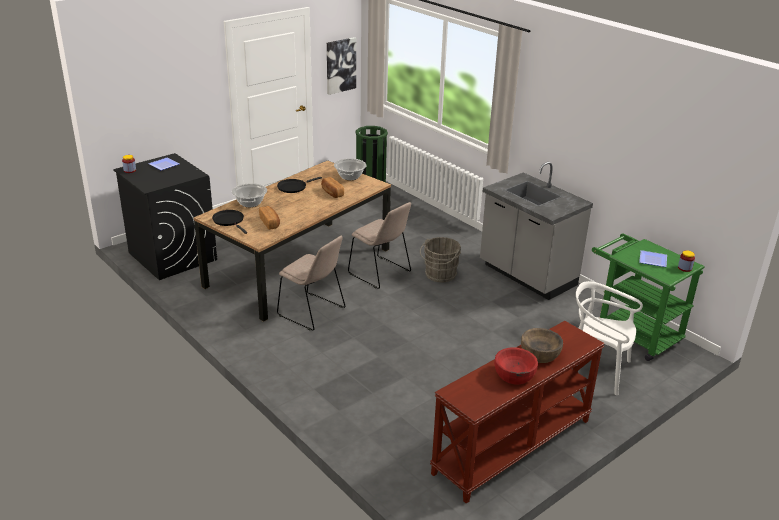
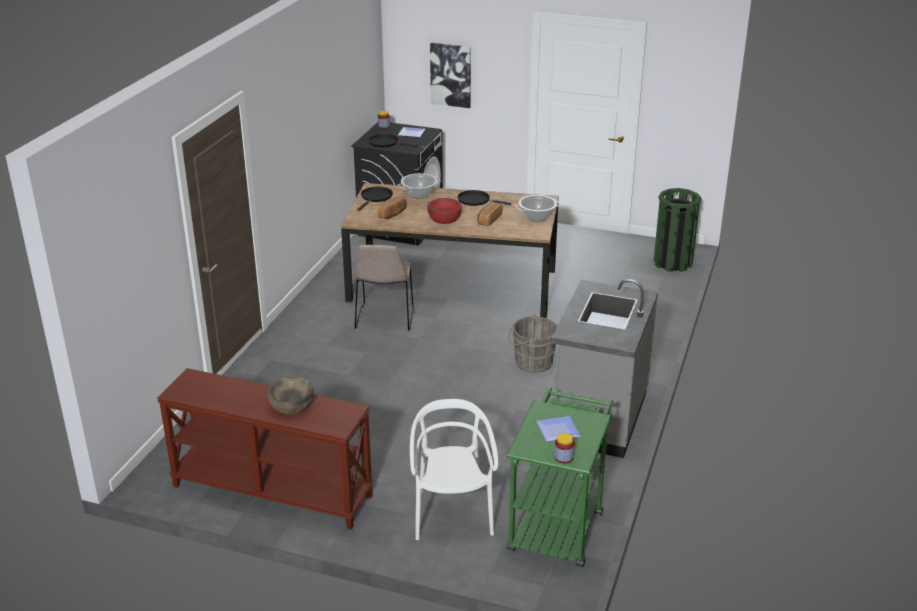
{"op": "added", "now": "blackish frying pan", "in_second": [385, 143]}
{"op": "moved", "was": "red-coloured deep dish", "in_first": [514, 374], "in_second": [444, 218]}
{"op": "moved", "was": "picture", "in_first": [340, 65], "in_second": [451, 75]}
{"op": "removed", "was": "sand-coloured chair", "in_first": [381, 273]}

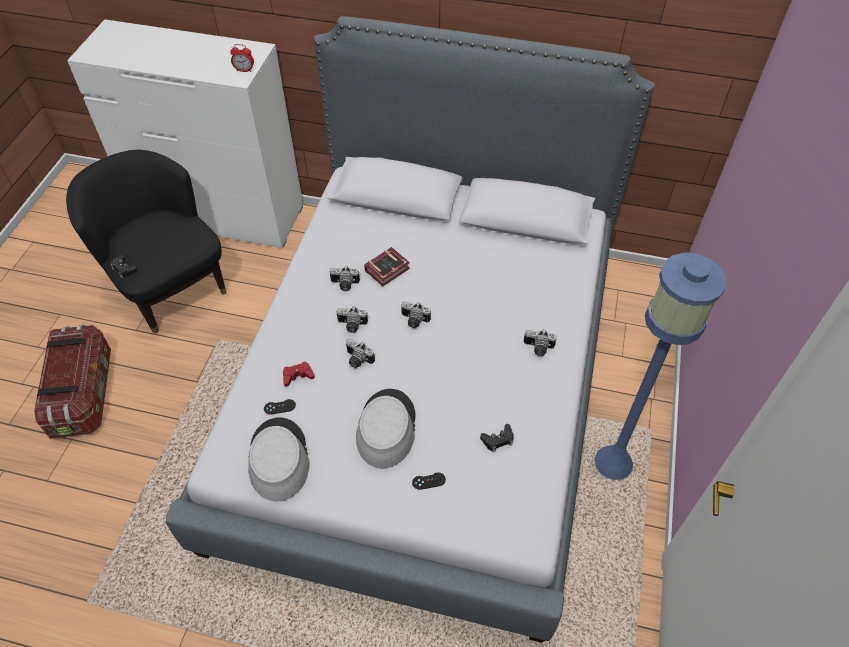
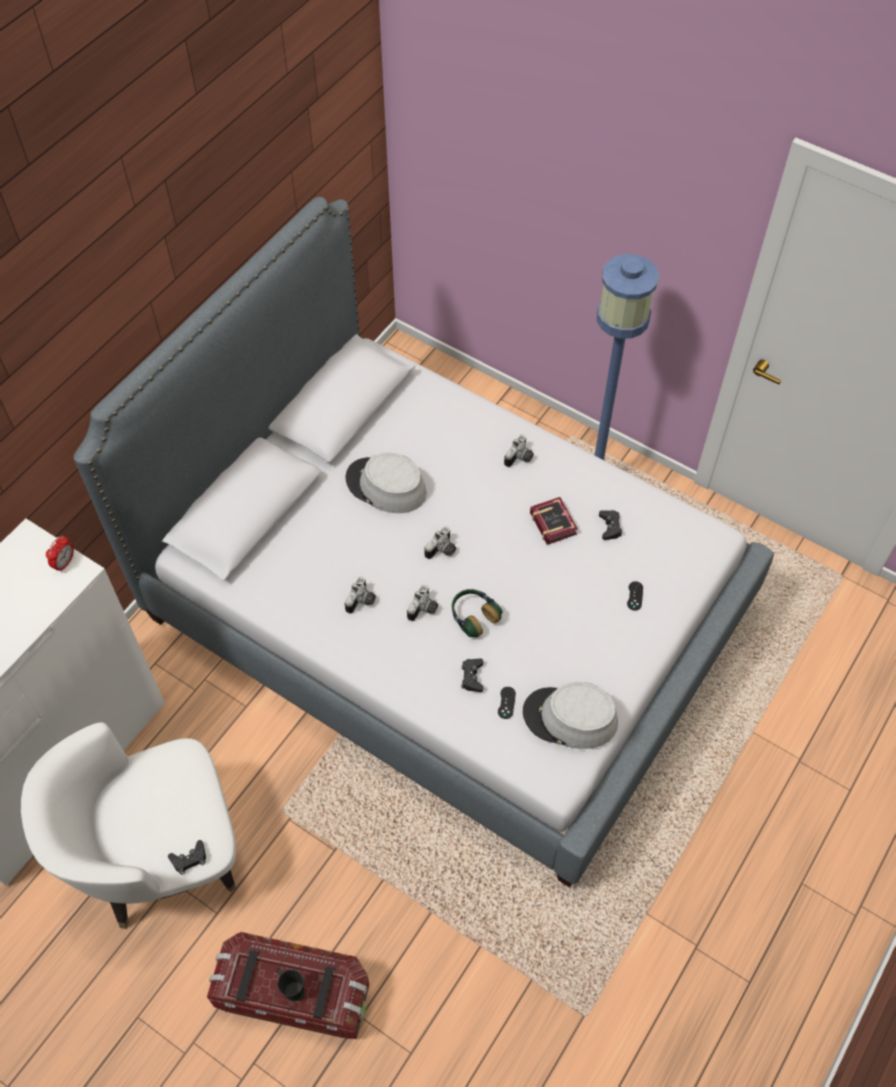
{"op": "recoloured", "was": "blackish armchair", "now": "white armchair", "in_first": [170, 287], "in_second": [160, 858]}
{"op": "added", "now": "blackish mug", "in_second": [291, 987]}
{"op": "moved", "was": "grey clothing hat", "in_first": [386, 428], "in_second": [386, 486]}
{"op": "replaced", "was": "photo camera", "now": "pair of headphones", "in_first": [357, 360], "in_second": [473, 616]}
{"op": "recoloured", "was": "red-coloured game controller", "now": "blackish game controller", "in_first": [298, 376], "in_second": [472, 677]}
{"op": "moved", "was": "volume", "in_first": [389, 269], "in_second": [553, 521]}

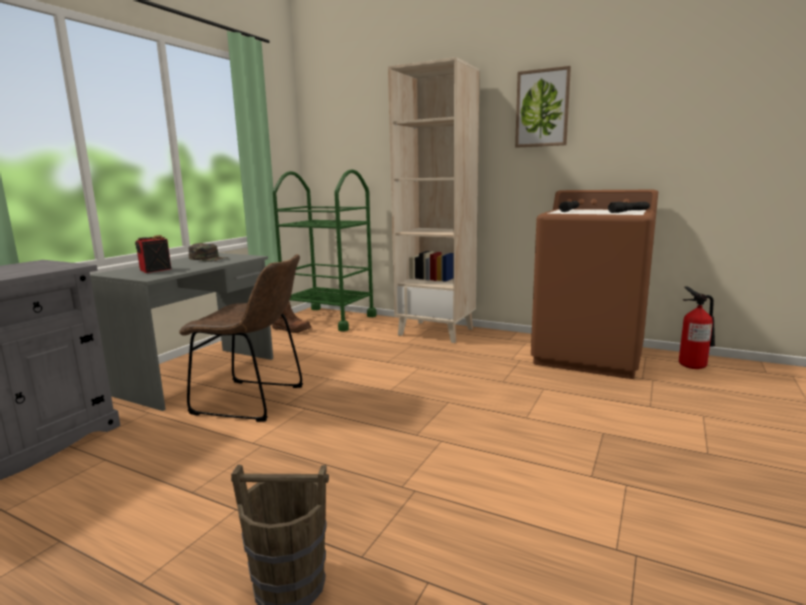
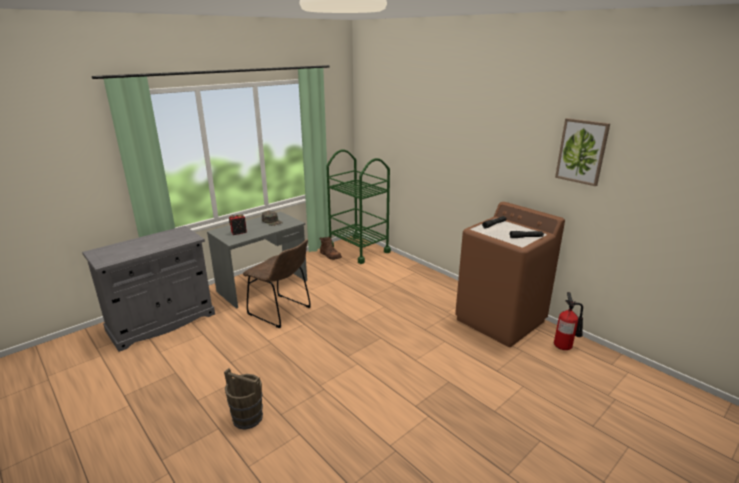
{"op": "moved", "was": "picture", "in_first": [542, 108], "in_second": [582, 151]}
{"op": "removed", "was": "sand-coloured shelving unit", "in_first": [436, 332]}

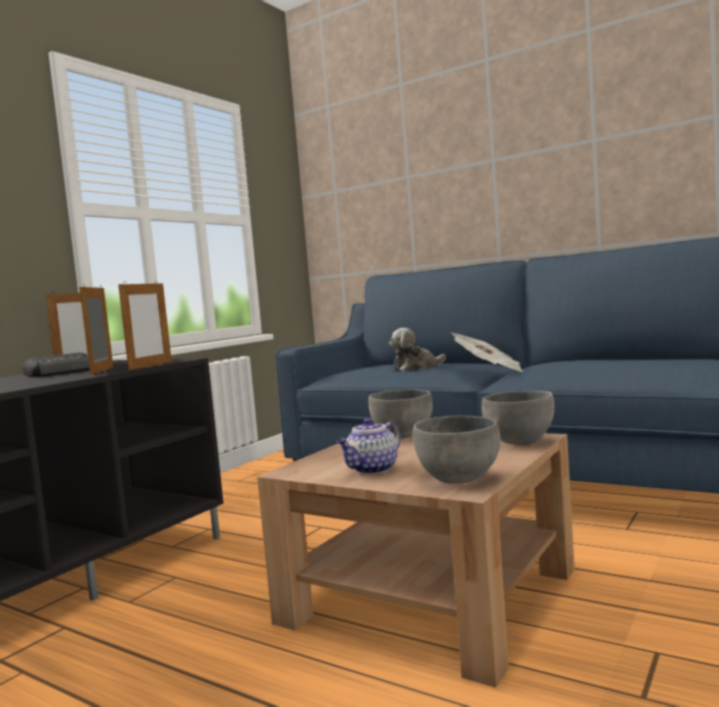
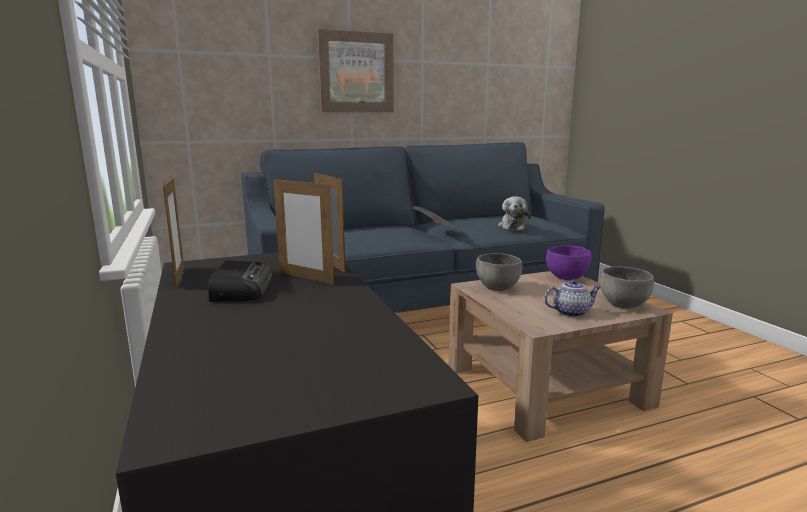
{"op": "added", "now": "picture", "in_second": [356, 73]}
{"op": "moved", "was": "soft toy", "in_first": [416, 367], "in_second": [513, 226]}
{"op": "turned", "was": "pot for tea", "in_first": [372, 469], "in_second": [571, 312], "clockwise": -90}
{"op": "recoloured", "was": "grey deep dish", "now": "purplish deep dish", "in_first": [520, 442], "in_second": [566, 278]}

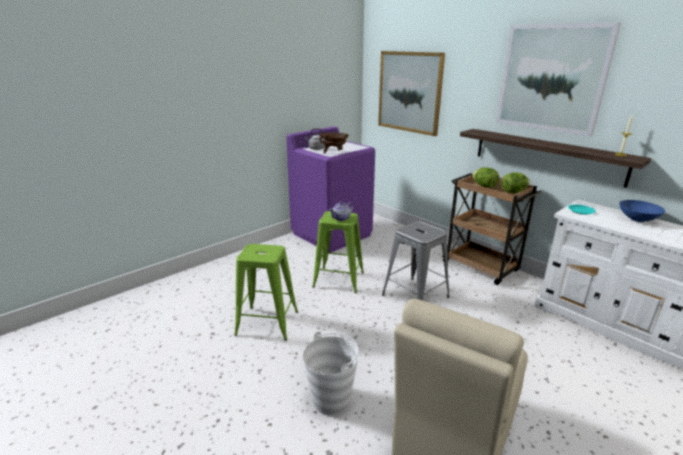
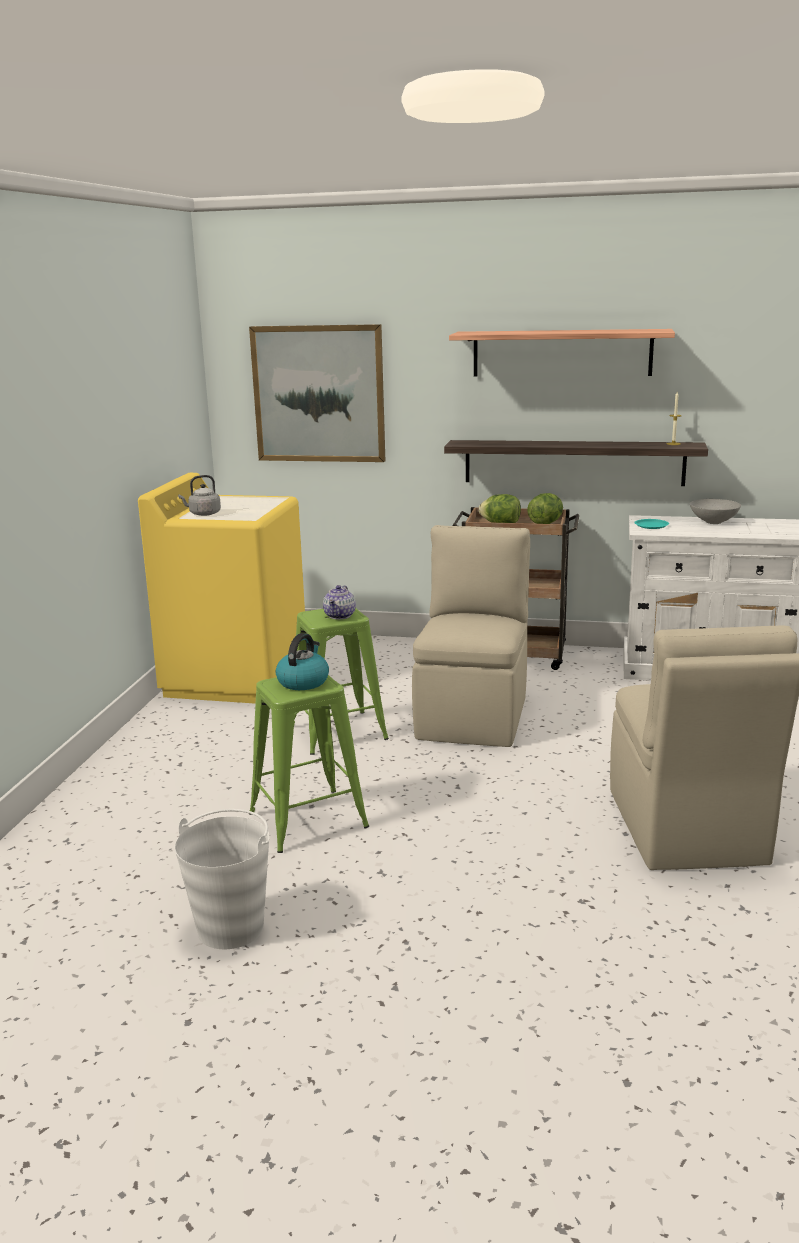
{"op": "recoloured", "was": "purplish laundry appliance", "now": "yellow laundry appliance", "in_first": [332, 234], "in_second": [236, 678]}
{"op": "moved", "was": "white water bucket", "in_first": [331, 399], "in_second": [231, 927]}
{"op": "added", "now": "tea kettle", "in_second": [303, 681]}
{"op": "replaced", "was": "grey stool", "now": "sand-coloured chair", "in_first": [415, 296], "in_second": [473, 715]}
{"op": "replaced", "was": "picture", "now": "bracket shelf", "in_first": [551, 78], "in_second": [561, 353]}
{"op": "recoloured", "was": "blue-coloured deep dish", "now": "grey deep dish", "in_first": [637, 220], "in_second": [714, 522]}
{"op": "removed", "was": "brown-coloured stockpot", "in_first": [335, 152]}

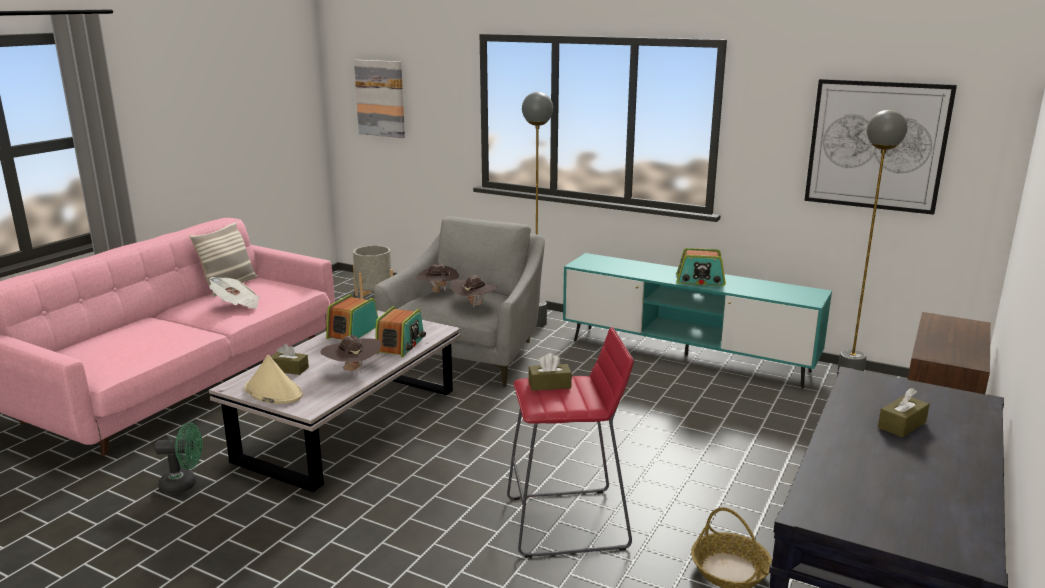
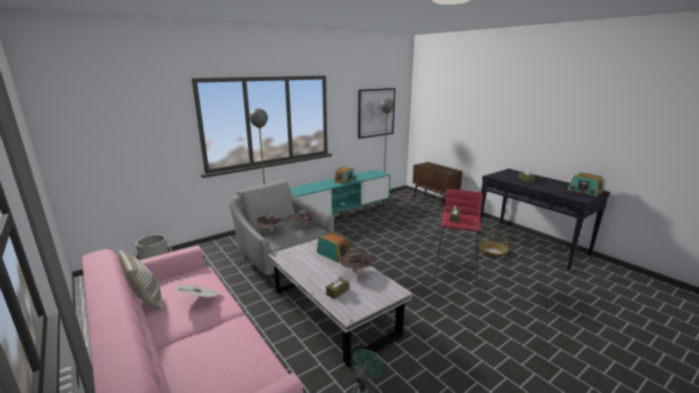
{"op": "moved", "was": "radio set", "in_first": [352, 332], "in_second": [584, 191]}
{"op": "removed", "was": "sand-coloured clothing hat", "in_first": [273, 392]}
{"op": "removed", "was": "picture", "in_first": [380, 98]}

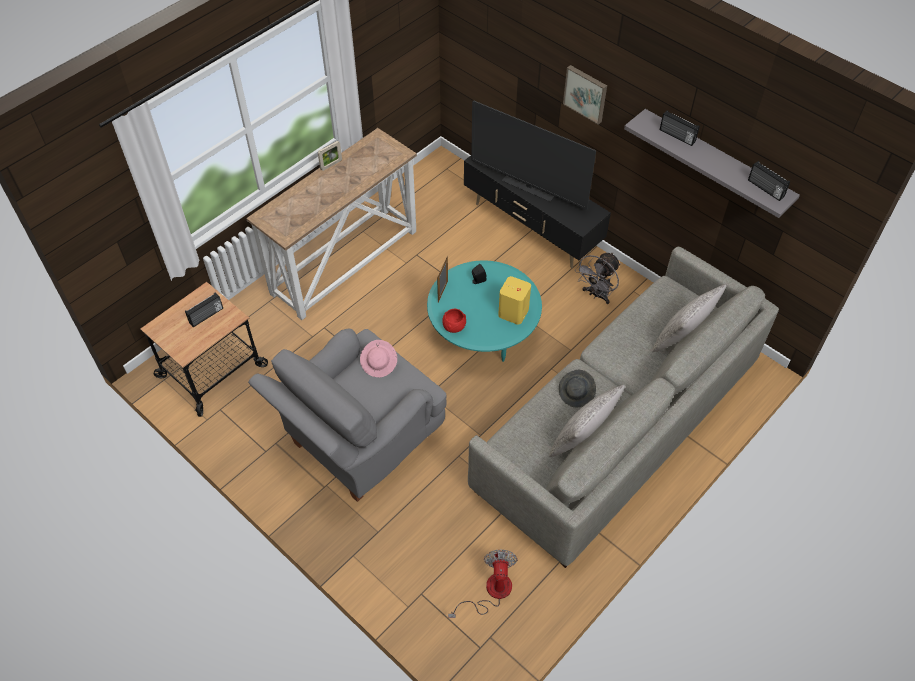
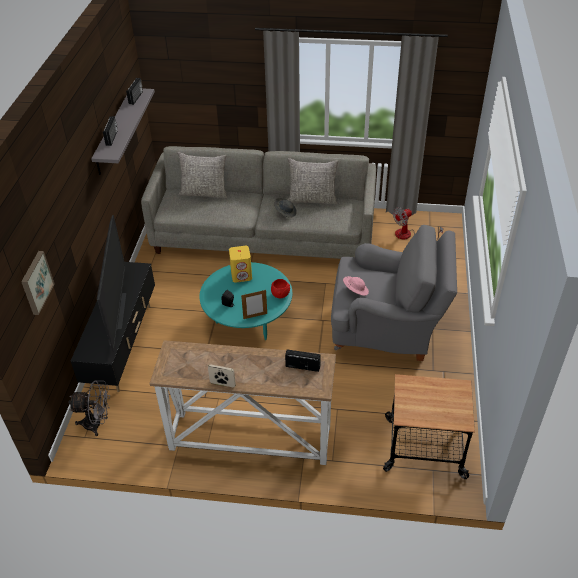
{"op": "moved", "was": "picture", "in_first": [586, 93], "in_second": [35, 282]}
{"op": "moved", "was": "grey cooling fan", "in_first": [596, 295], "in_second": [97, 424]}
{"op": "moved", "was": "radio set", "in_first": [206, 316], "in_second": [303, 366]}

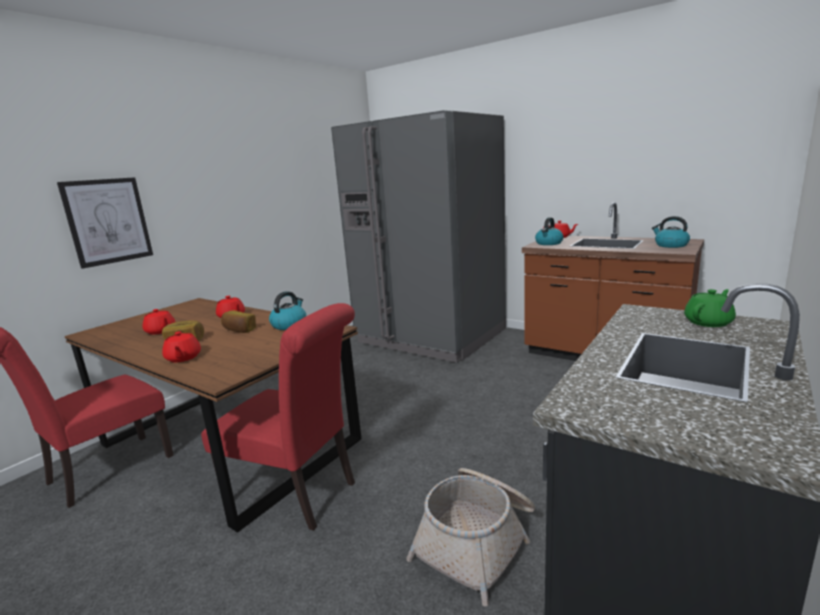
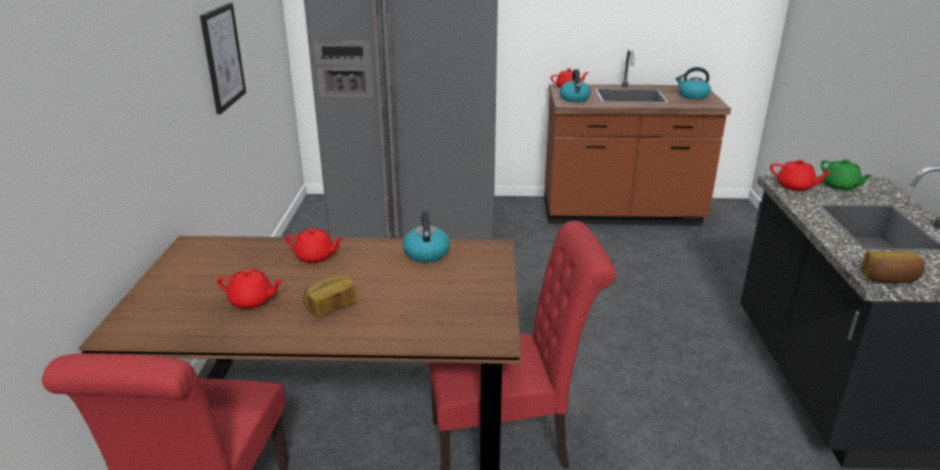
{"op": "moved", "was": "picture", "in_first": [108, 221], "in_second": [223, 57]}
{"op": "moved", "was": "red-coloured pot for tea", "in_first": [183, 358], "in_second": [795, 186]}
{"op": "turned", "was": "green-coloured pot for tea", "in_first": [709, 322], "in_second": [840, 186], "clockwise": 135}
{"op": "moved", "was": "bread", "in_first": [239, 330], "in_second": [889, 279]}
{"op": "removed", "was": "basket", "in_first": [478, 541]}

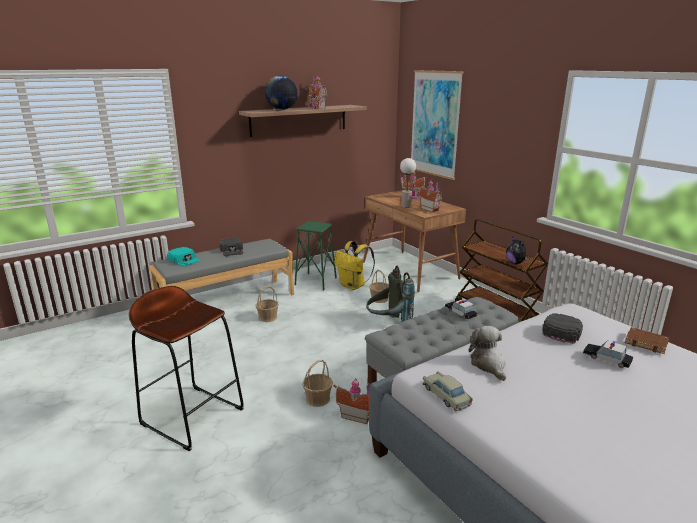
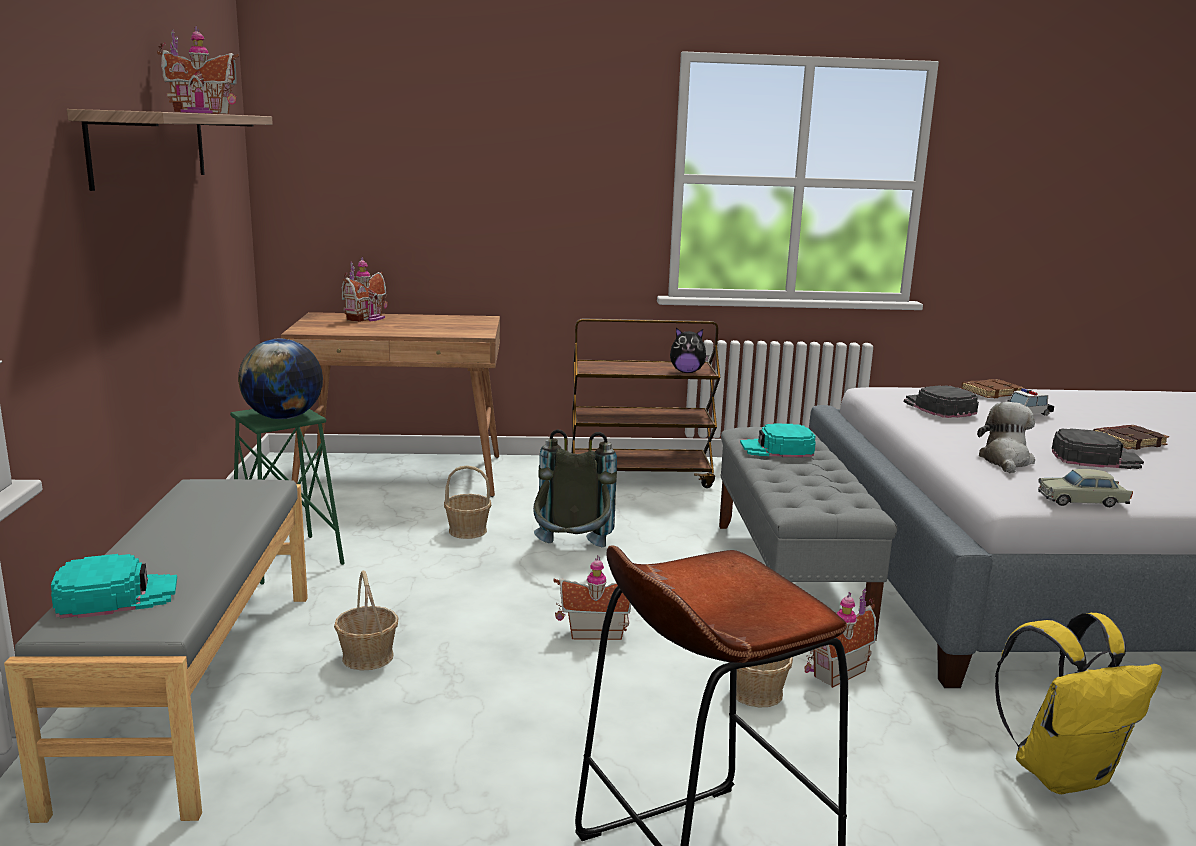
{"op": "moved", "was": "desk globe", "in_first": [281, 109], "in_second": [283, 417]}
{"op": "moved", "was": "toy house", "in_first": [430, 209], "in_second": [595, 631]}
{"op": "replaced", "was": "miniature car", "now": "turquoise-coloured baseball cap", "in_first": [460, 312], "in_second": [777, 449]}
{"op": "turned", "was": "soft toy", "in_first": [488, 364], "in_second": [1005, 461], "clockwise": 90}
{"op": "moved", "was": "yellow knapsack", "in_first": [353, 286], "in_second": [1062, 773]}
{"op": "moved", "was": "blackish baseball cap", "in_first": [232, 250], "in_second": [1095, 458]}
{"op": "added", "now": "brown-coloured volume", "in_second": [1128, 441]}
{"op": "removed", "was": "lamp for a table", "in_first": [406, 206]}
{"op": "removed", "was": "picture", "in_first": [435, 124]}

